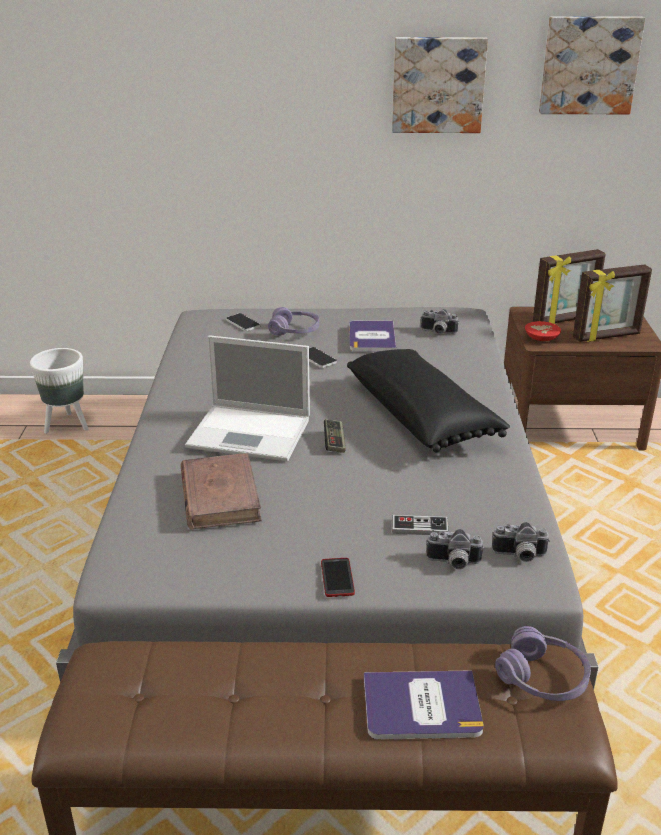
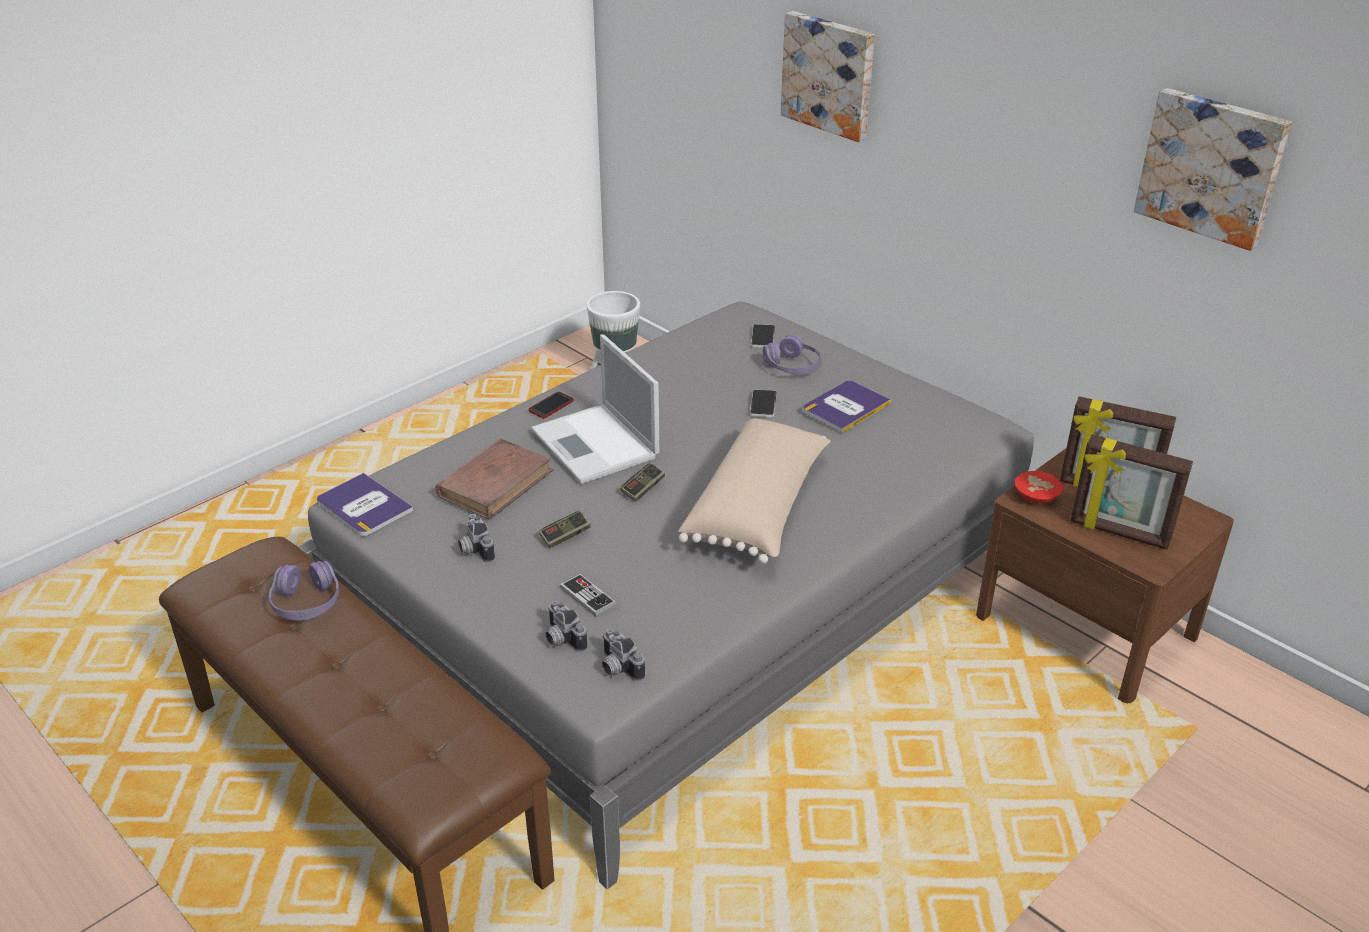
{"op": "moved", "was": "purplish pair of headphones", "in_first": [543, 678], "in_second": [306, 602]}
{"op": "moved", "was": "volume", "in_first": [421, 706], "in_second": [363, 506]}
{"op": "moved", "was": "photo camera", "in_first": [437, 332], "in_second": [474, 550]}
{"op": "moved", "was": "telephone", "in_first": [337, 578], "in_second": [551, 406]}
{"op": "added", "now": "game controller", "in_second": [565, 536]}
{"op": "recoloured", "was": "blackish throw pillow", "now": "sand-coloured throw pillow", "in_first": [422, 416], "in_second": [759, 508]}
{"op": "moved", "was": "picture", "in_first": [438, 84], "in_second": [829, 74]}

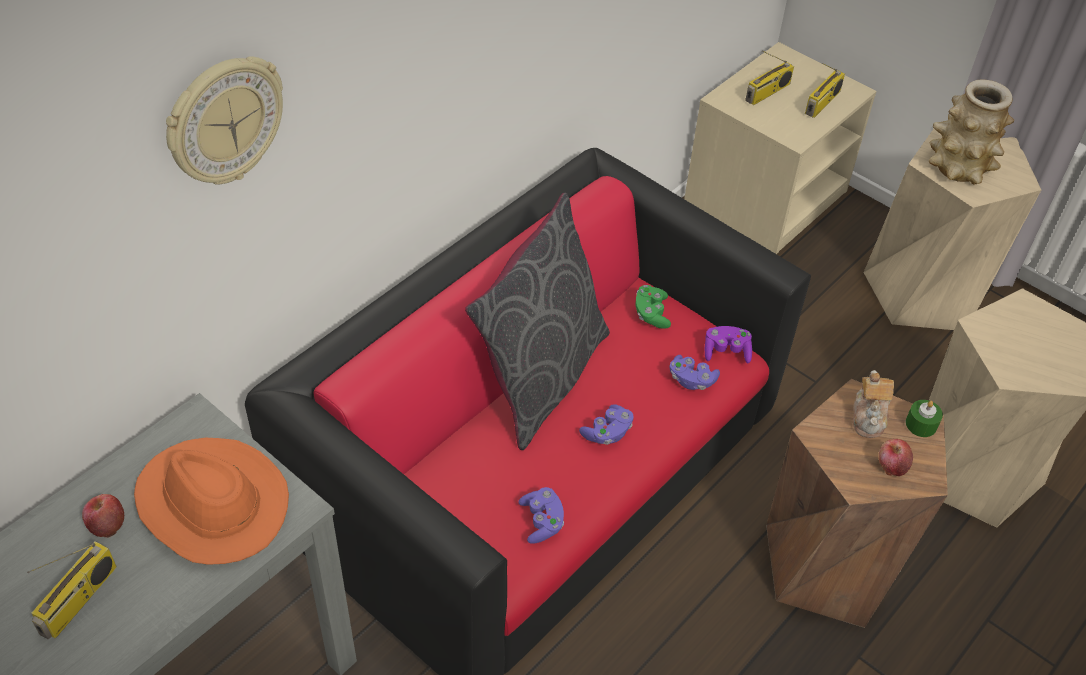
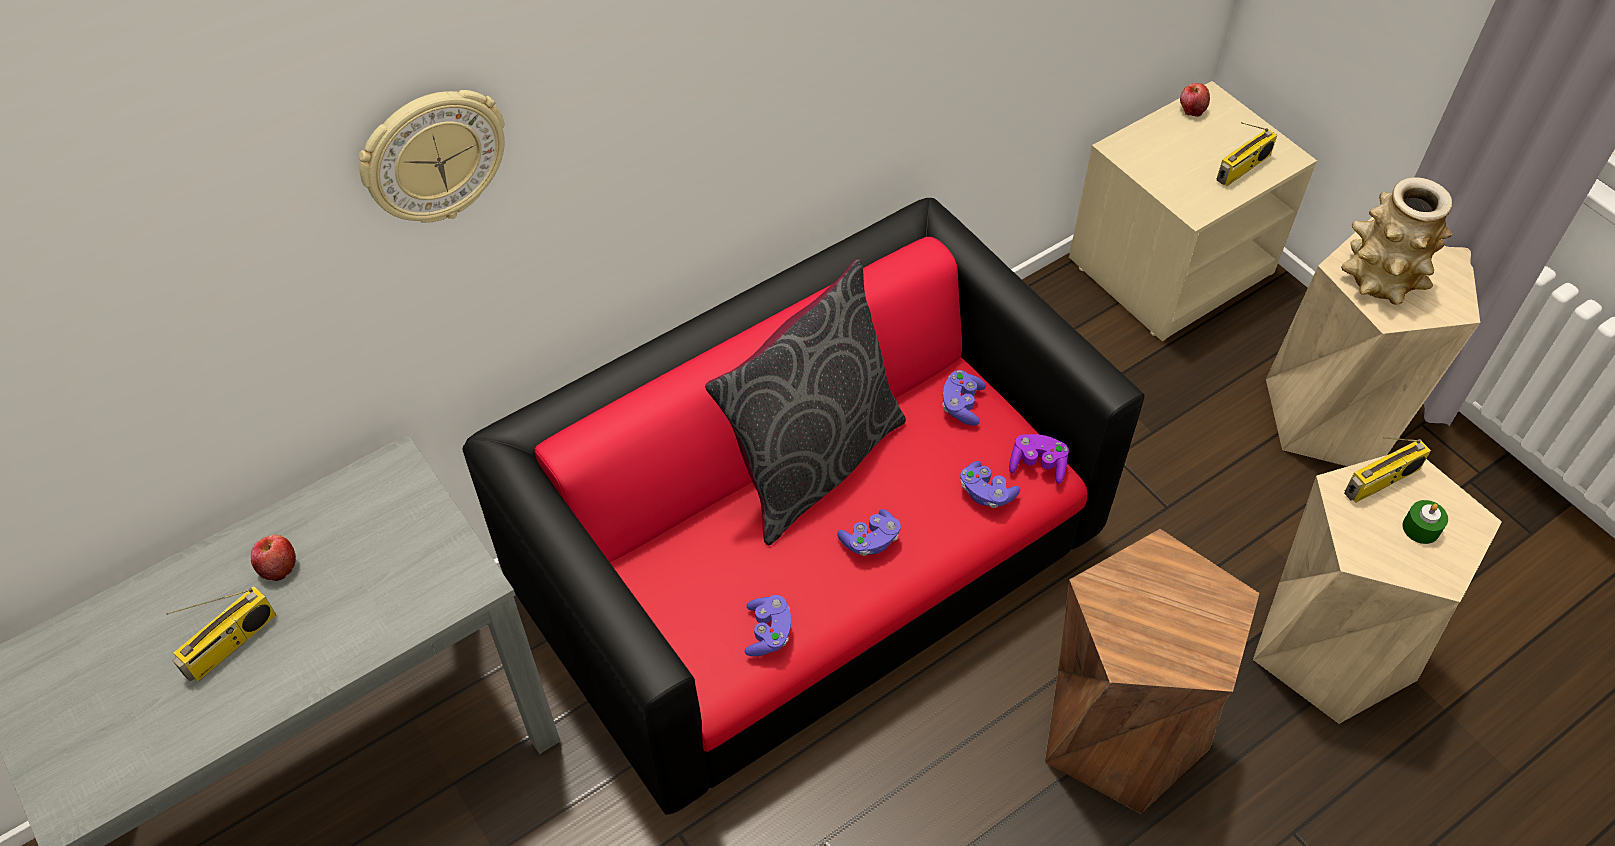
{"op": "recoloured", "was": "green-coloured game controller", "now": "purplish game controller", "in_first": [651, 314], "in_second": [962, 405]}
{"op": "moved", "was": "whole apple", "in_first": [891, 466], "in_second": [1192, 109]}
{"op": "moved", "was": "radio set", "in_first": [767, 93], "in_second": [1381, 482]}
{"op": "moved", "was": "green-coloured wax light", "in_first": [921, 424], "in_second": [1421, 528]}
{"op": "removed", "was": "orange-coloured clothing hat", "in_first": [211, 504]}
{"op": "removed", "was": "pot for tea", "in_first": [869, 416]}

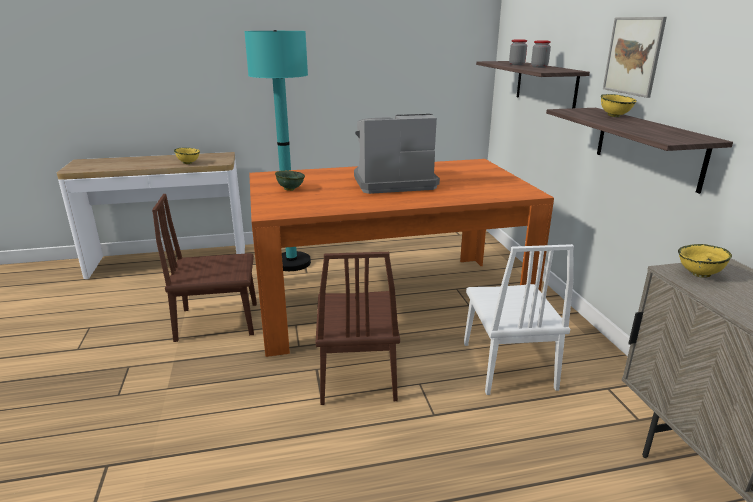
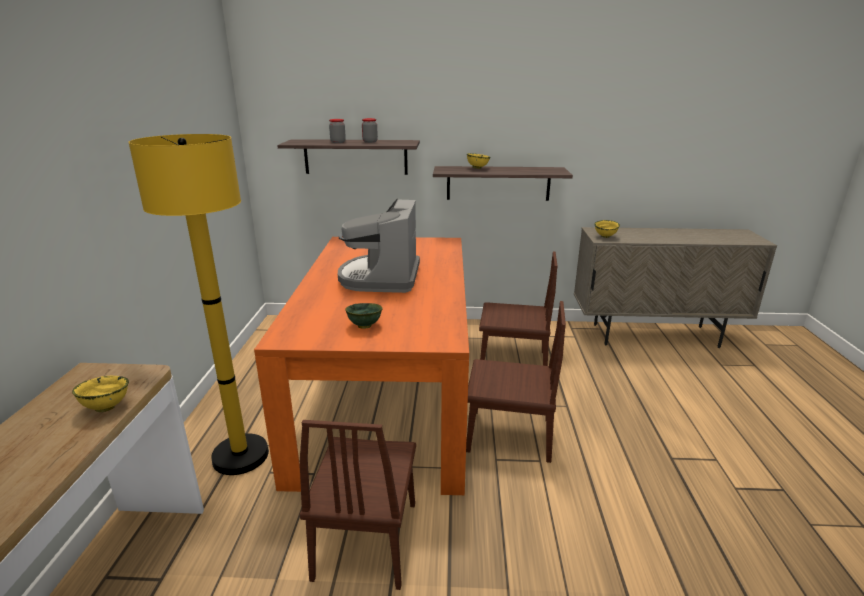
{"op": "recoloured", "was": "turquoise-coloured standard lamp", "now": "yellow standard lamp", "in_first": [292, 263], "in_second": [240, 456]}
{"op": "recoloured", "was": "white chair", "now": "brown-coloured chair", "in_first": [508, 365], "in_second": [513, 362]}
{"op": "removed", "was": "picture", "in_first": [633, 56]}

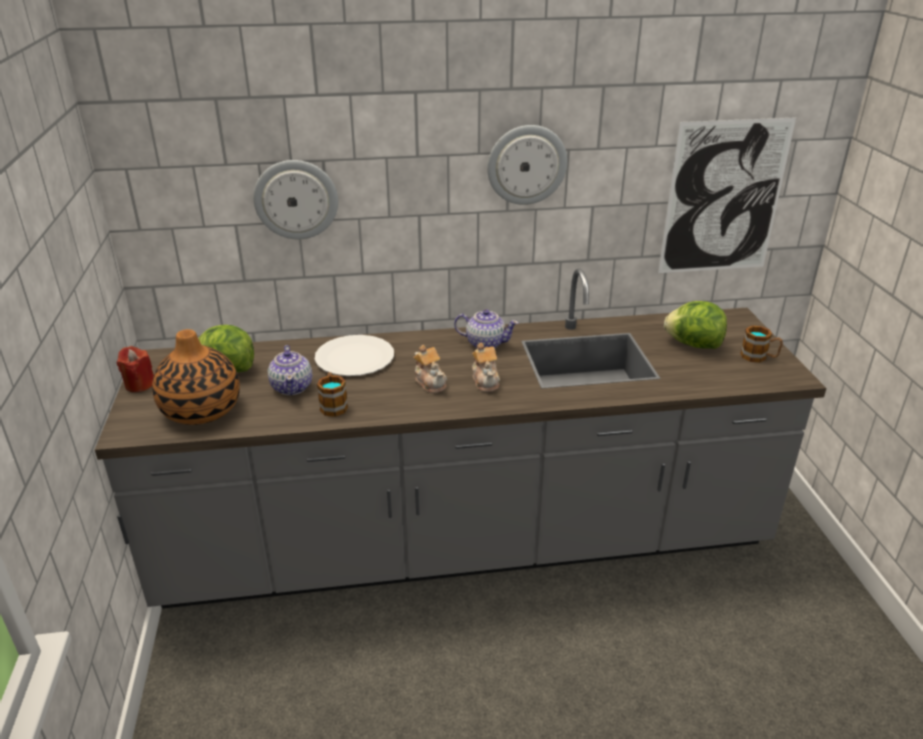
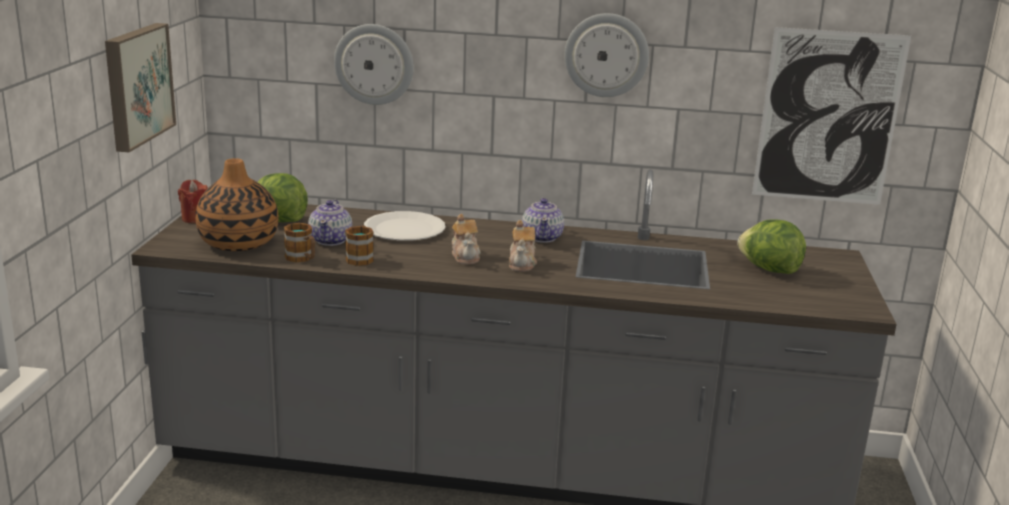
{"op": "added", "now": "picture", "in_second": [136, 85]}
{"op": "moved", "was": "mug", "in_first": [759, 357], "in_second": [302, 258]}
{"op": "turned", "was": "pot for tea", "in_first": [485, 343], "in_second": [542, 237], "clockwise": 60}

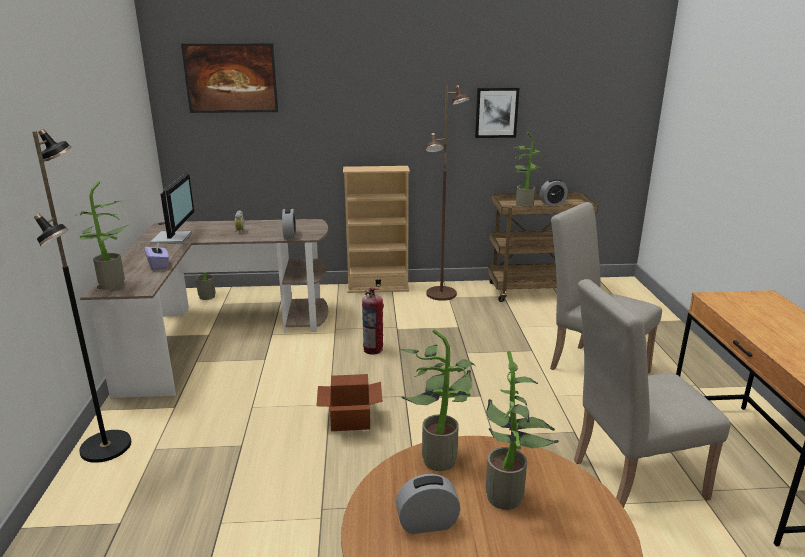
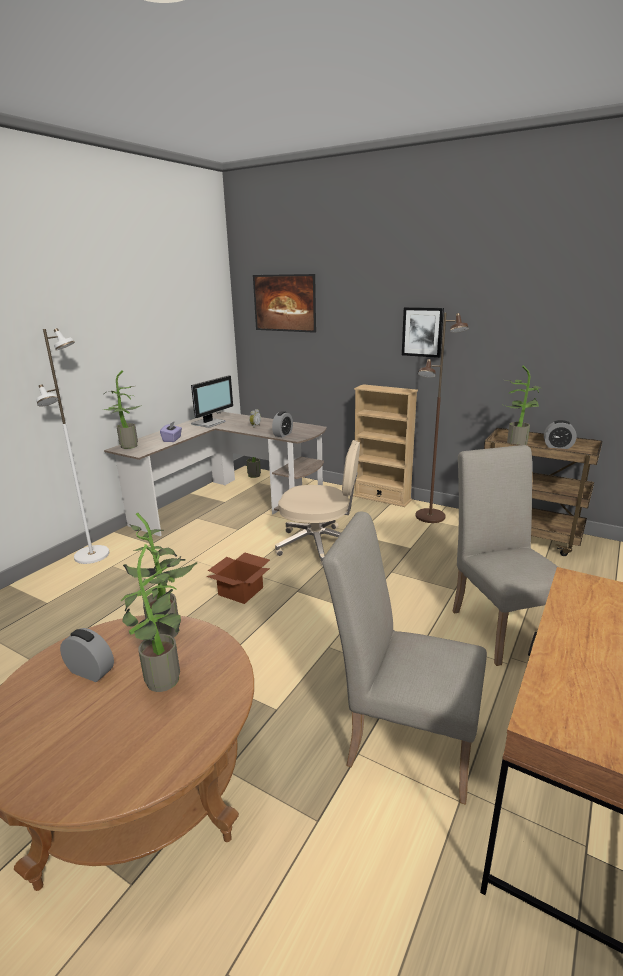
{"op": "recoloured", "was": "blackish standard lamp", "now": "white standard lamp", "in_first": [107, 447], "in_second": [92, 555]}
{"op": "replaced", "was": "fire extinguisher", "now": "sand-coloured office chair", "in_first": [373, 349], "in_second": [319, 545]}
{"op": "moved", "was": "picture", "in_first": [496, 112], "in_second": [422, 332]}

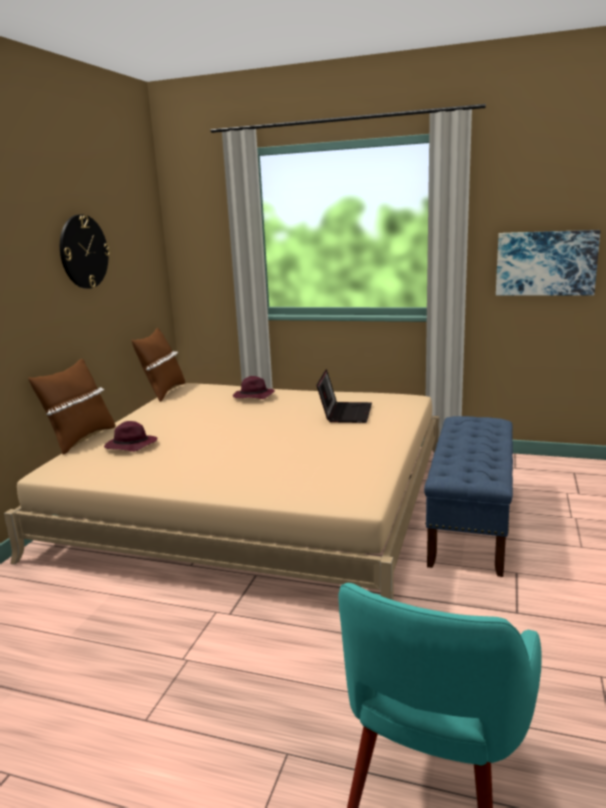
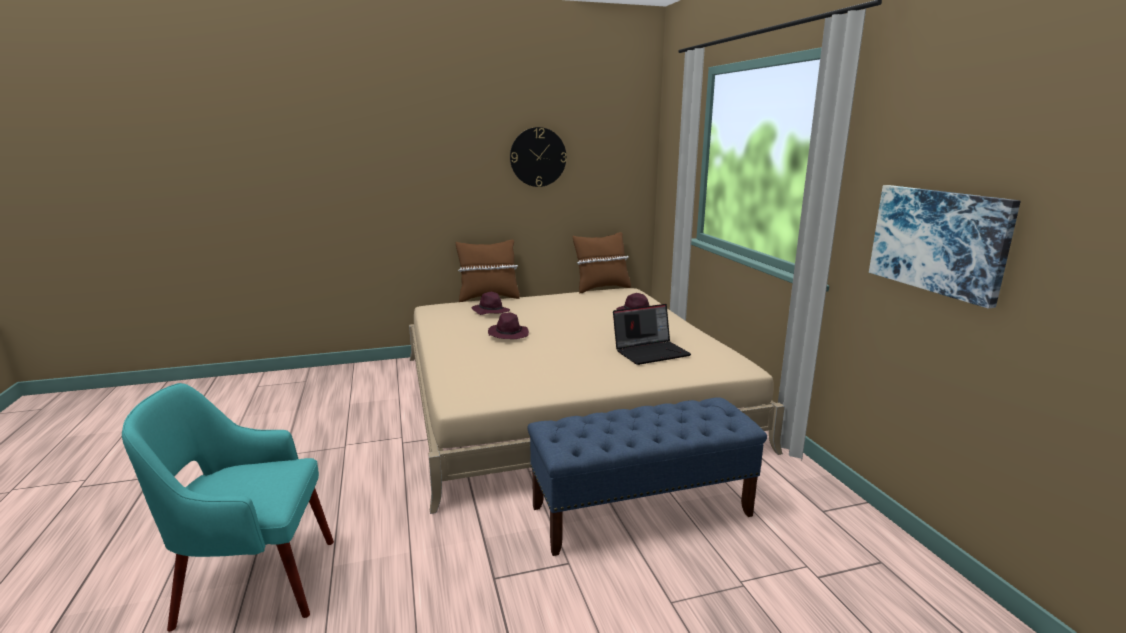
{"op": "added", "now": "purplish clothing hat", "in_second": [508, 335]}

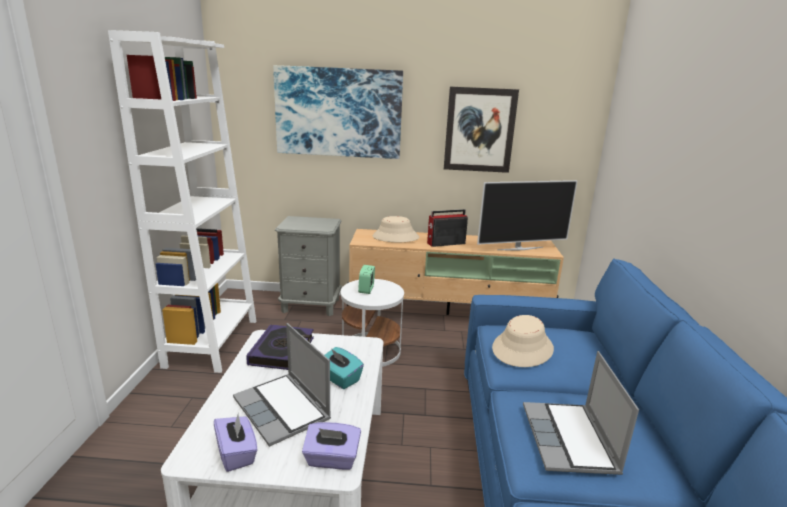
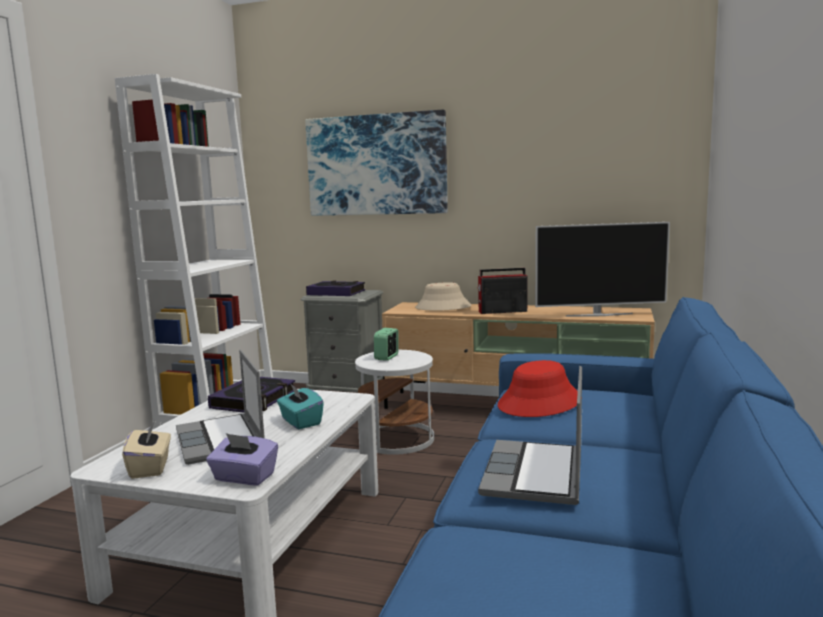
{"op": "recoloured", "was": "purplish tissue holder", "now": "sand-coloured tissue holder", "in_first": [237, 453], "in_second": [150, 467]}
{"op": "added", "now": "volume", "in_second": [336, 293]}
{"op": "recoloured", "was": "sand-coloured clothing hat", "now": "red-coloured clothing hat", "in_first": [522, 349], "in_second": [540, 403]}
{"op": "removed", "was": "picture", "in_first": [479, 130]}

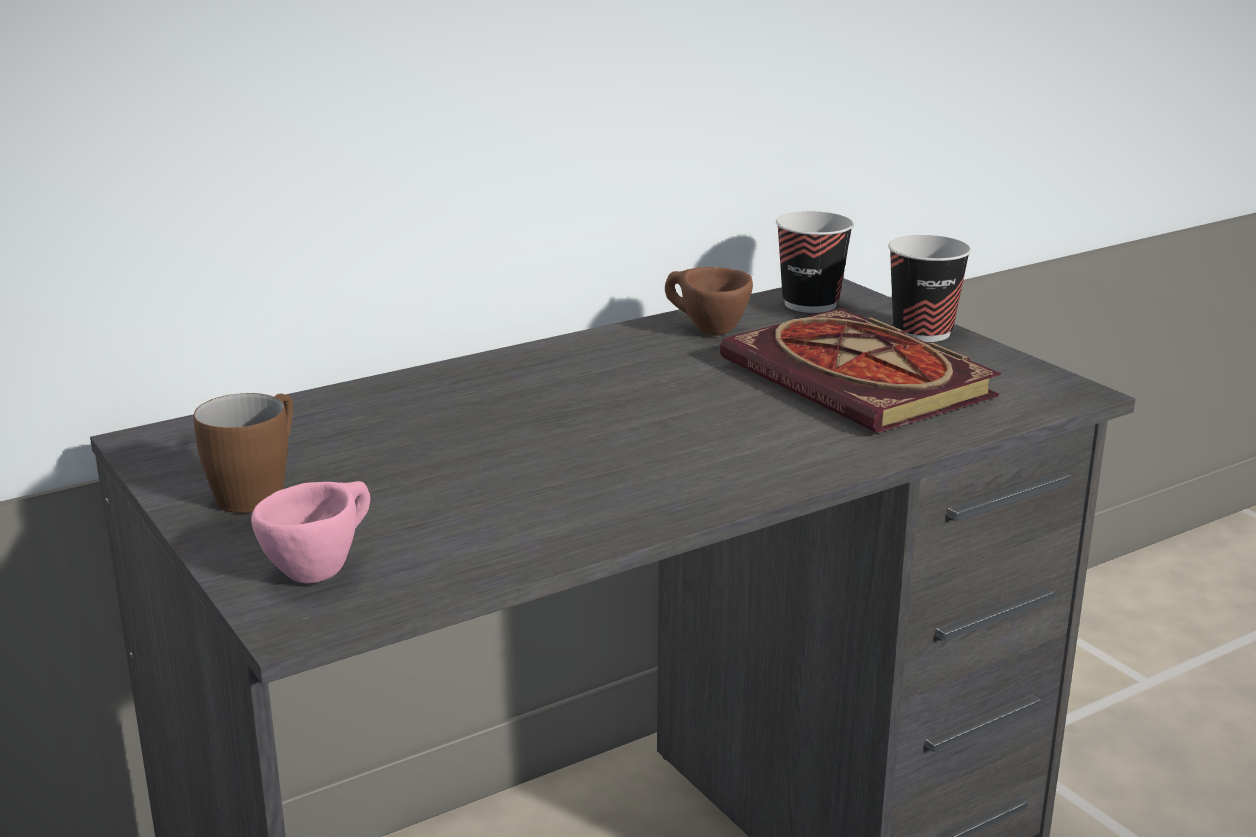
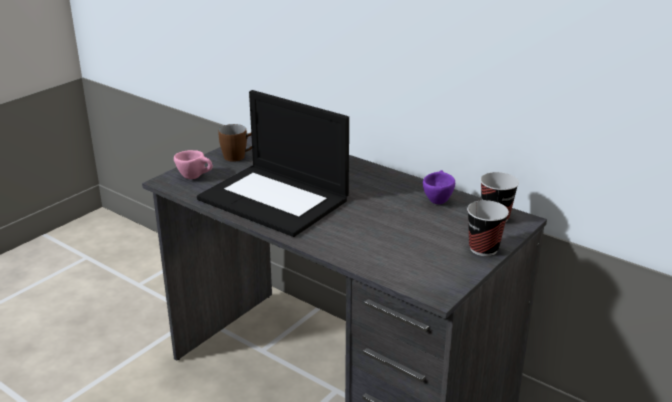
{"op": "added", "now": "notebook computer", "in_second": [275, 199]}
{"op": "recoloured", "was": "brown-coloured cup", "now": "purplish cup", "in_first": [705, 330], "in_second": [437, 199]}
{"op": "removed", "was": "volume", "in_first": [864, 380]}

